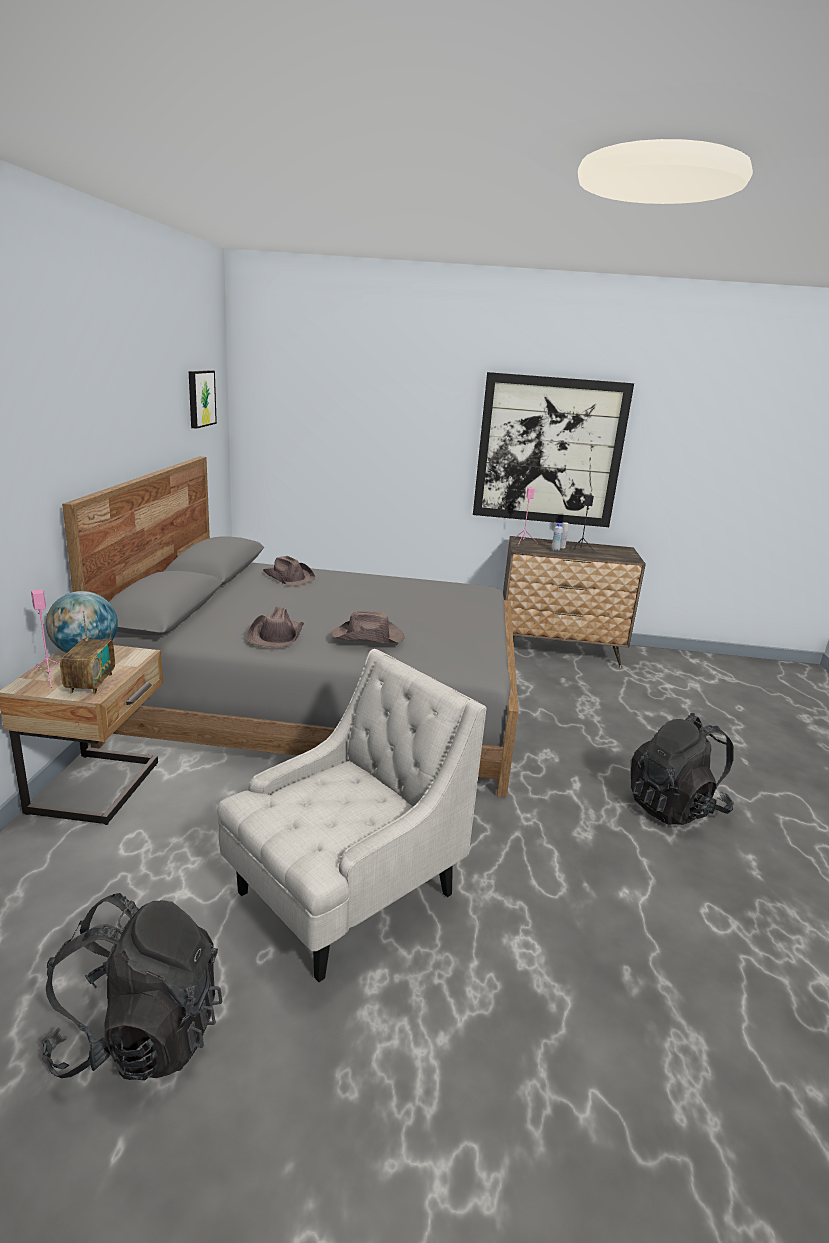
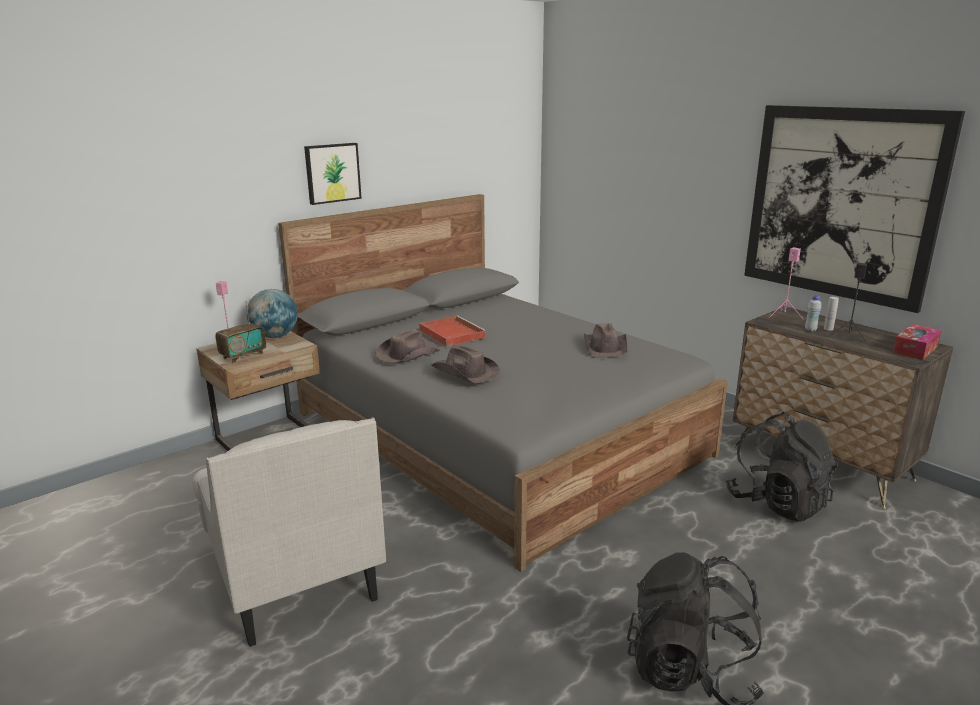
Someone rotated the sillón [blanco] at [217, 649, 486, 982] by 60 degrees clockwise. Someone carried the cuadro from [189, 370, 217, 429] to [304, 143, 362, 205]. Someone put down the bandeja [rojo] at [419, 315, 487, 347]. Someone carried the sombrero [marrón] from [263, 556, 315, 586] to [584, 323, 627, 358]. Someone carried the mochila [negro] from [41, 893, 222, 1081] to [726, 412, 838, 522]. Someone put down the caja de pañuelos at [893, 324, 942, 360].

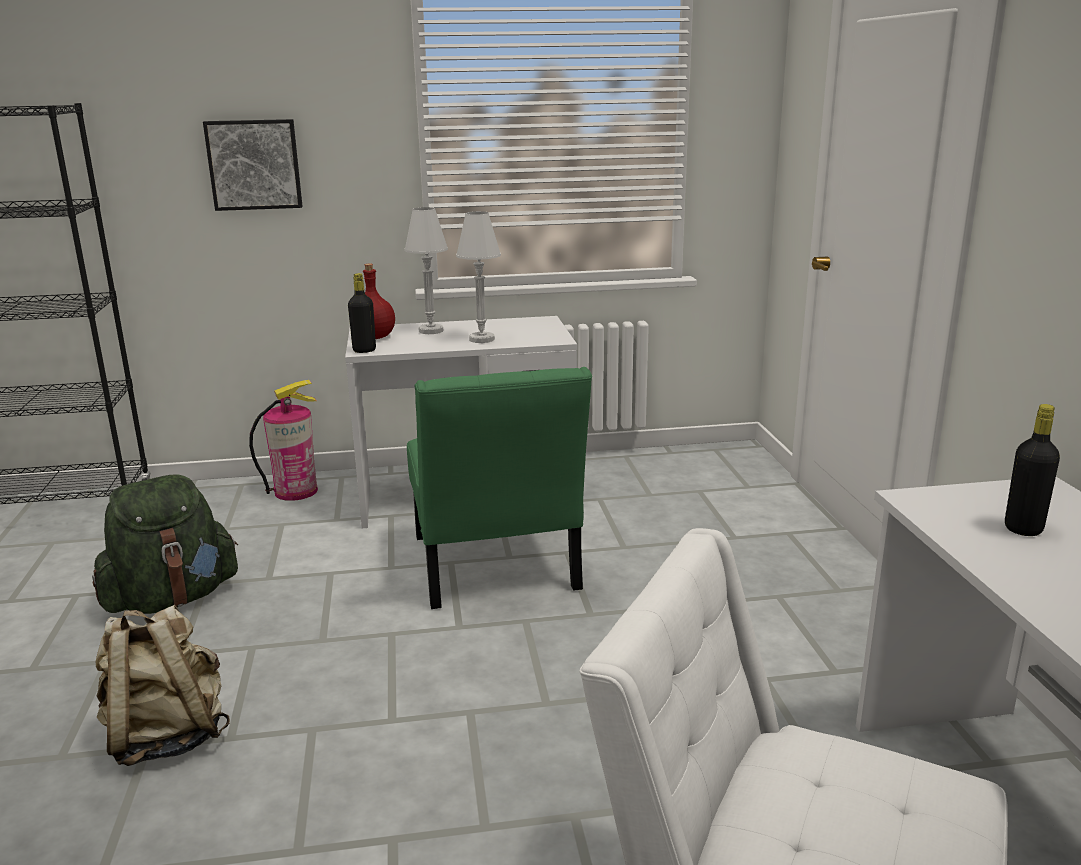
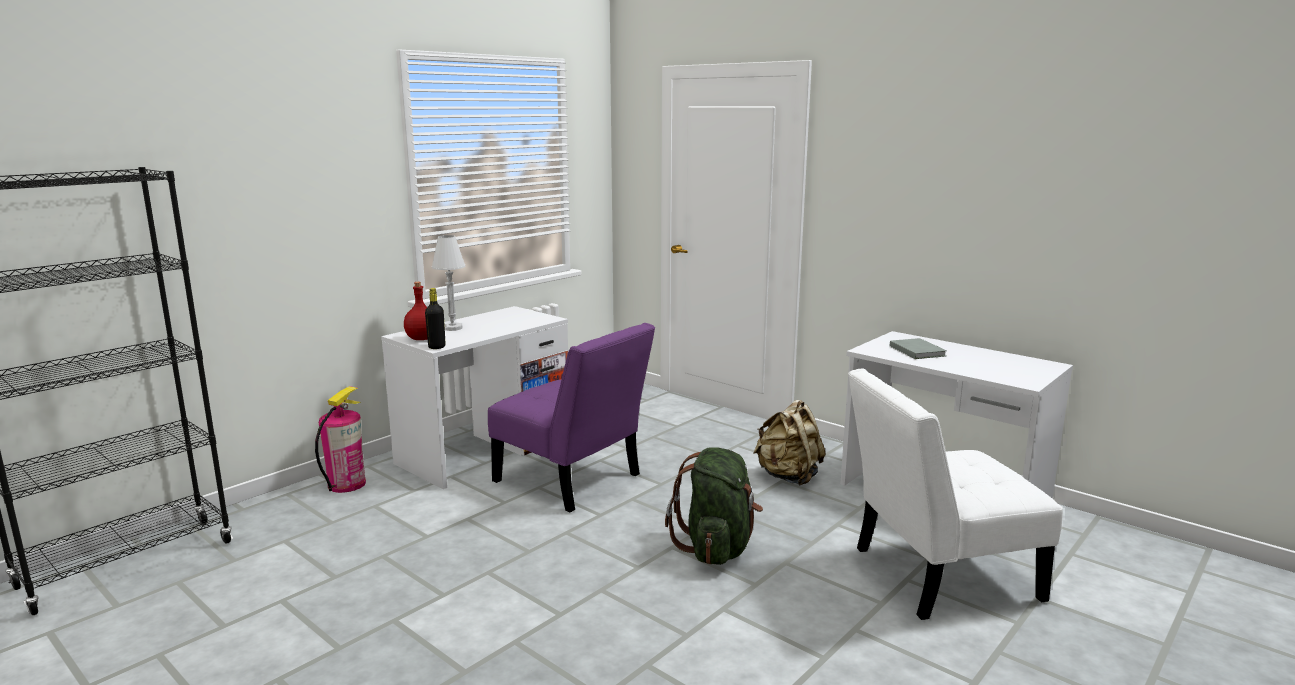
Someone repainted the silla [verde] at [407, 367, 592, 609], which became the silla [morado] at [488, 323, 655, 512]. Someone carried the mochila [verde] from [92, 474, 238, 614] to [665, 447, 763, 565]. Someone carried the mochila [beis] from [96, 605, 230, 766] to [753, 400, 826, 486]. Someone swapped the botella [negro] at [1005, 404, 1060, 536] for the libro [gris] at [890, 338, 947, 359]. Someone took away the cuadro at [203, 119, 303, 211]. Someone took away the lámpara de mesa [blanco] at [456, 211, 501, 343].

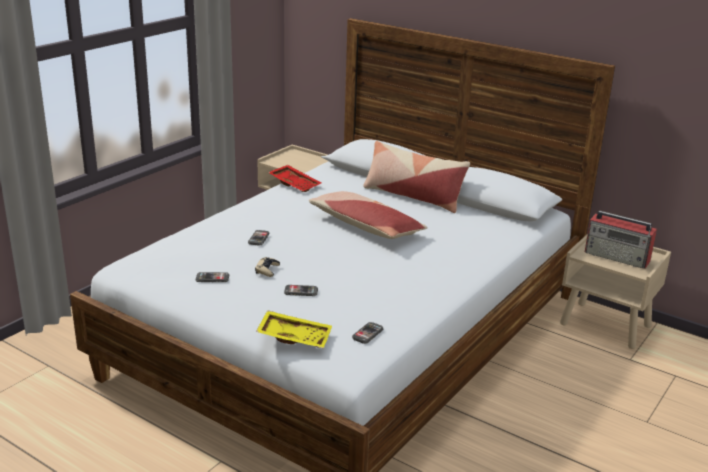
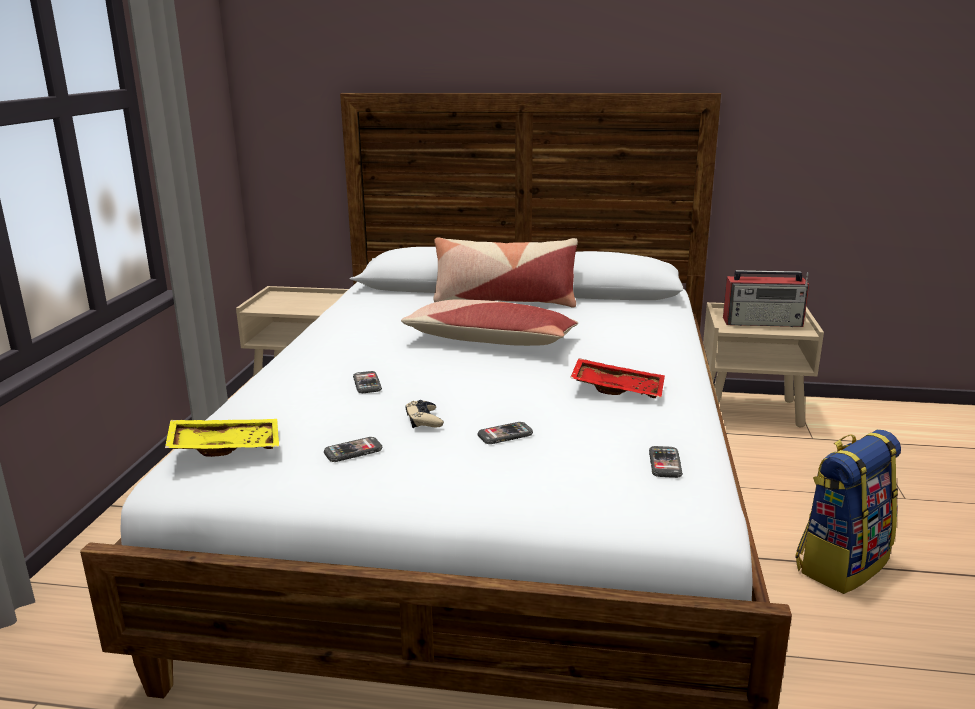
Someone carried the bandeja [amarillo] from [256, 310, 332, 349] to [165, 419, 279, 457]. Someone carried the bandeja [rojo] from [268, 165, 322, 192] to [570, 358, 665, 398]. Someone put down the mochila at [795, 430, 901, 594].

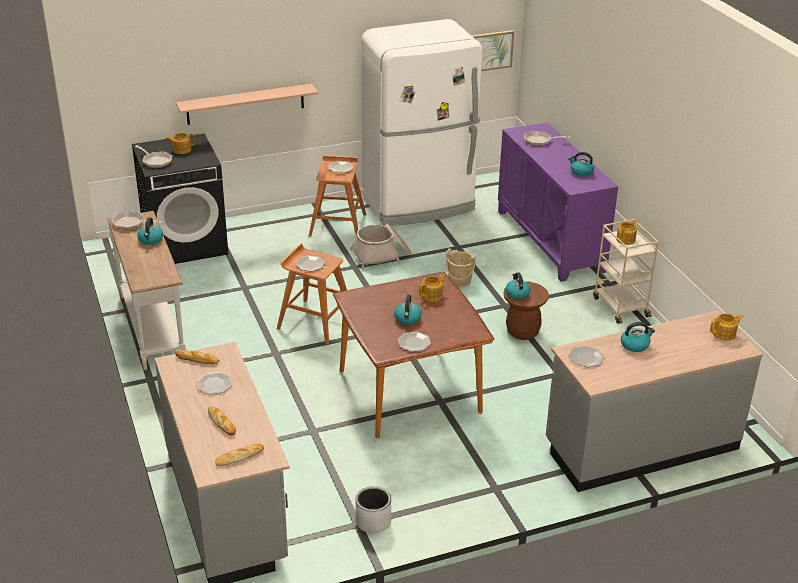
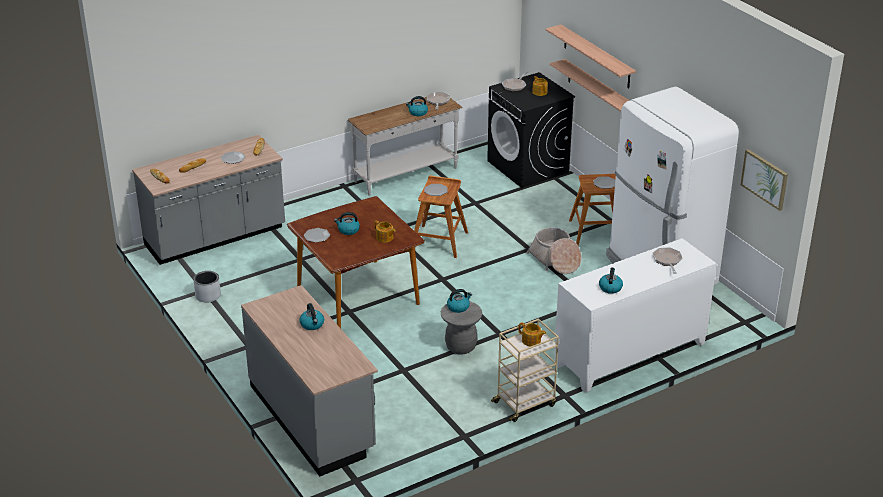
Someone repainted the taburete [marrón] at [503, 281, 549, 340], which became the taburete [gris] at [441, 301, 482, 355]. Someone put up the estante at [545, 25, 636, 89]. Someone repainted the armario [morado] at [498, 122, 618, 282], which became the armario [blanco] at [554, 238, 717, 393]. Someone took away the cubo [beis] at [446, 248, 476, 287]. Someone took away the plato at [569, 346, 604, 368]. Someone took away the tetera at [710, 313, 743, 341].

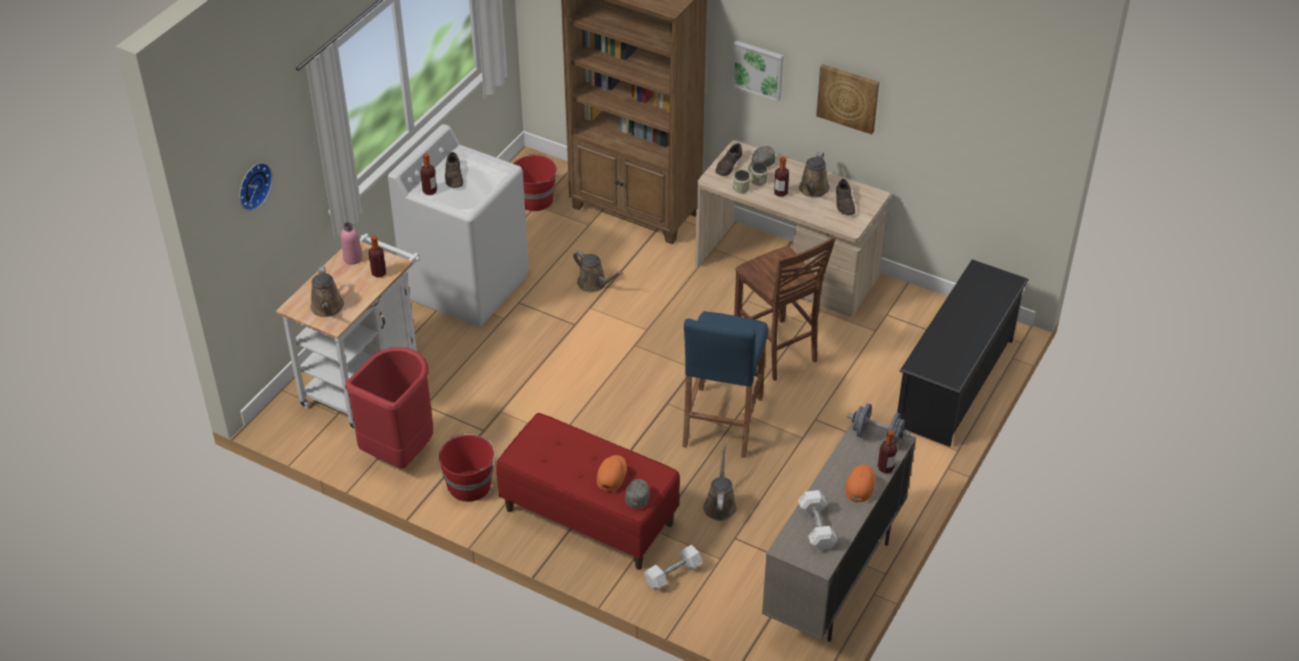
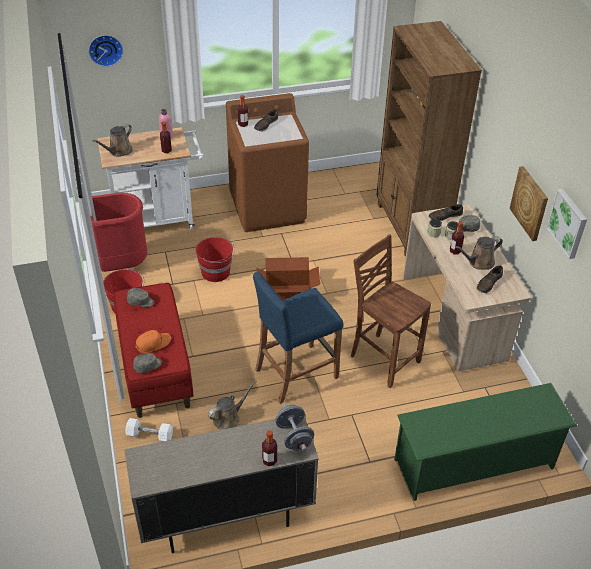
Someone put down the gorra [gris] at [127, 288, 155, 307]. Someone carried the cubo [rojo] from [513, 154, 559, 211] to [195, 237, 235, 282]. Someone repainted the lavadora [blanco] at [388, 124, 529, 327], which became the lavadora [marrón] at [226, 93, 309, 232]. Someone put down the caja de cartón at [256, 257, 320, 300]. Someone rotated the silla [marrón] at [734, 235, 836, 381] by 120 degrees clockwise. Someone repainted the zapatero [negro] at [897, 259, 1029, 447], which became the zapatero [verde] at [394, 383, 577, 501]. Someone carried the cuadro from [732, 40, 784, 102] to [546, 188, 587, 259]. Someone took away the regadera [marrón] at [573, 251, 623, 292]. Someone took away the mancuerna [blanco] at [798, 490, 838, 551]. Someone took away the gorra [naranja] at [845, 464, 876, 502].

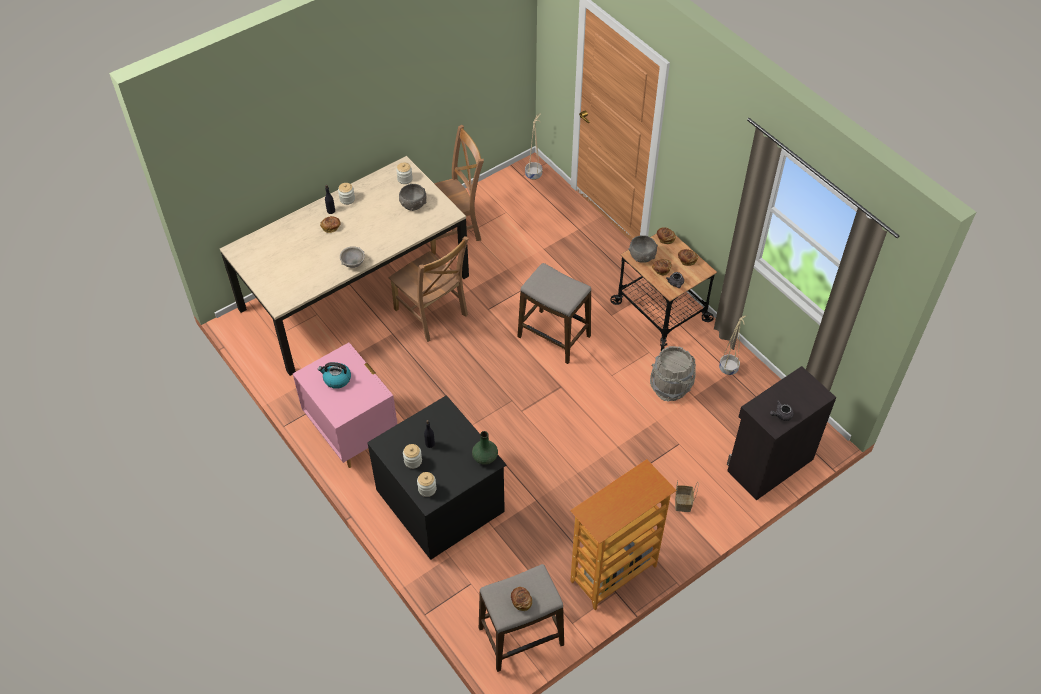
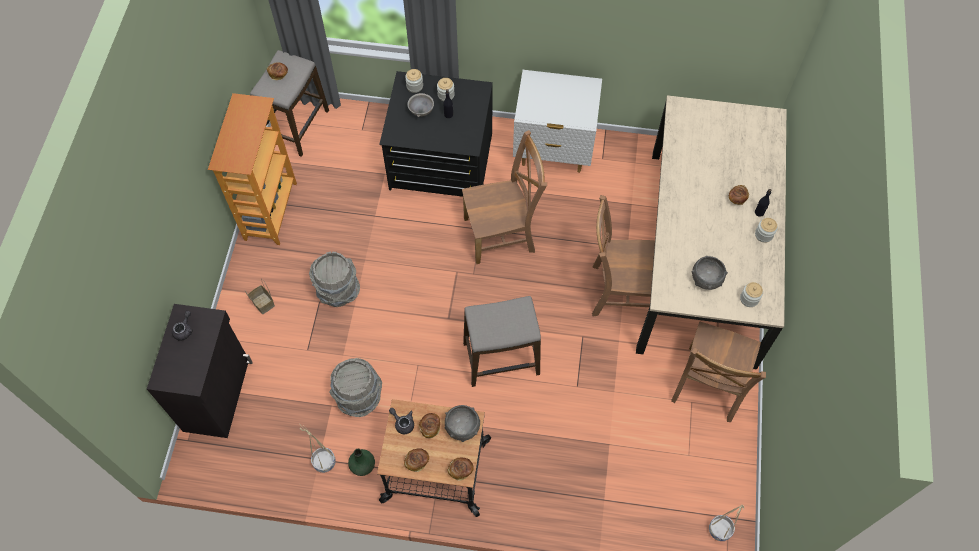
Someone put down the cubo [gris] at [309, 252, 360, 307]. Someone carried the florero [verde] from [472, 431, 498, 465] to [348, 449, 375, 476]. Someone carried the cuenco [gris] from [340, 246, 365, 268] to [407, 93, 434, 117]. Someone put down the silla [marrón] at [462, 130, 547, 264]. Someone repainted the mesita de noche [rosa] at [293, 343, 397, 468], which became the mesita de noche [blanco] at [513, 70, 602, 173]. Someone took away the hervidor at [318, 362, 351, 389].

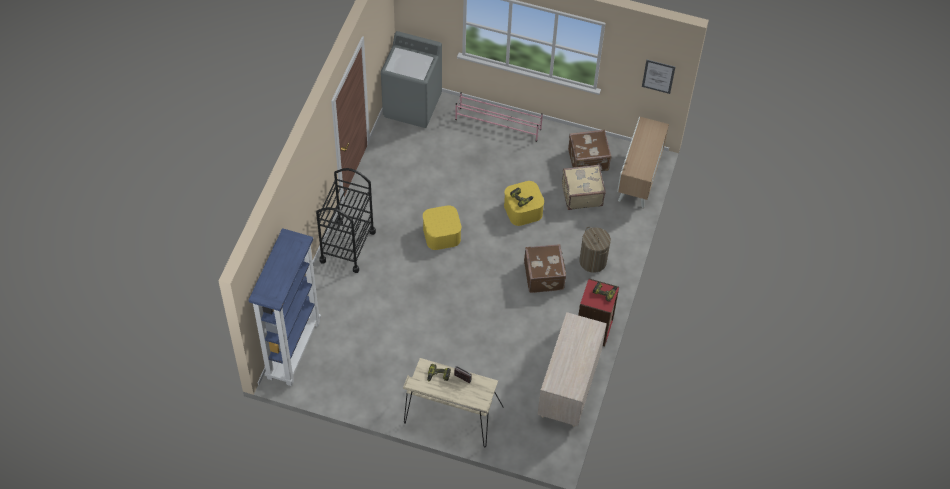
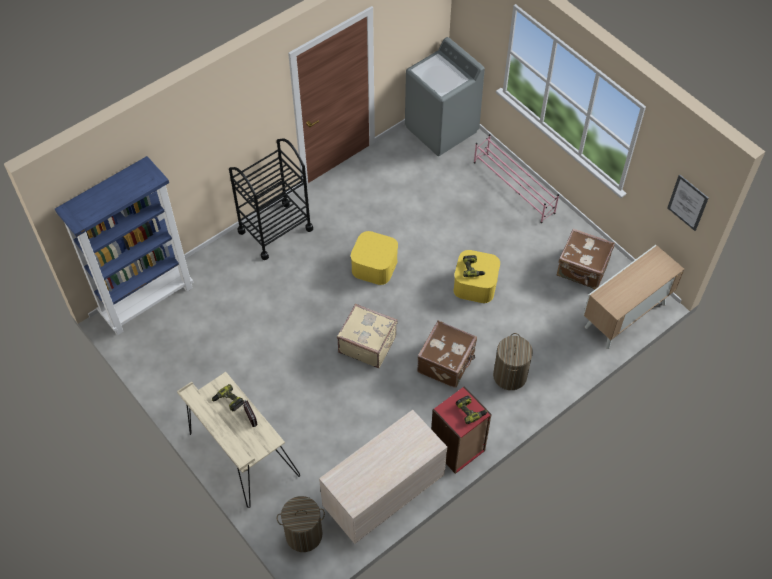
Someone put down the cesto de la ropa at [277, 496, 325, 552]. Someone carried the maleta [beis] from [562, 164, 606, 210] to [337, 304, 398, 368].

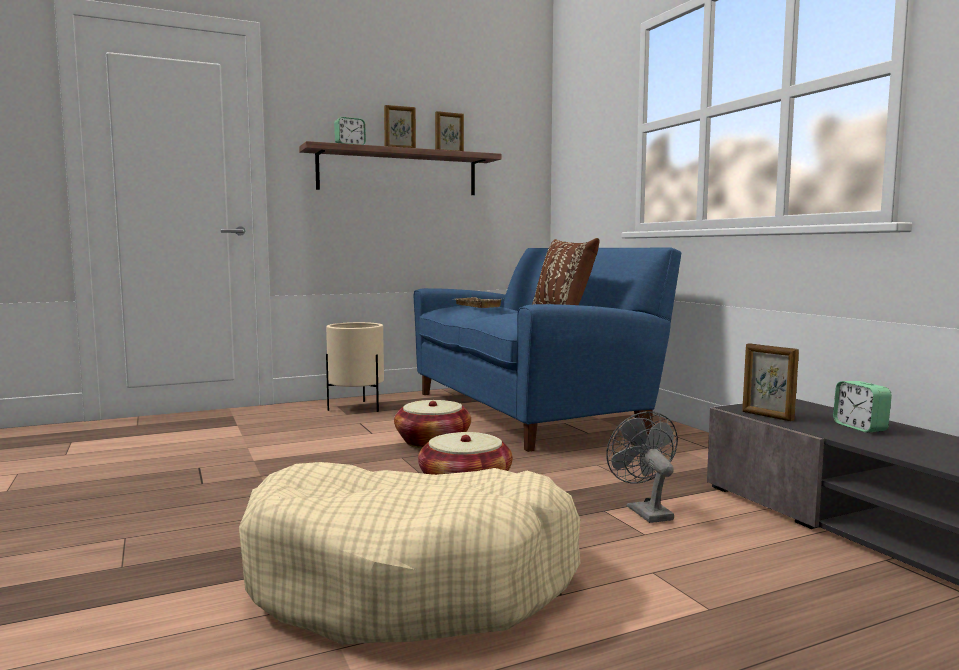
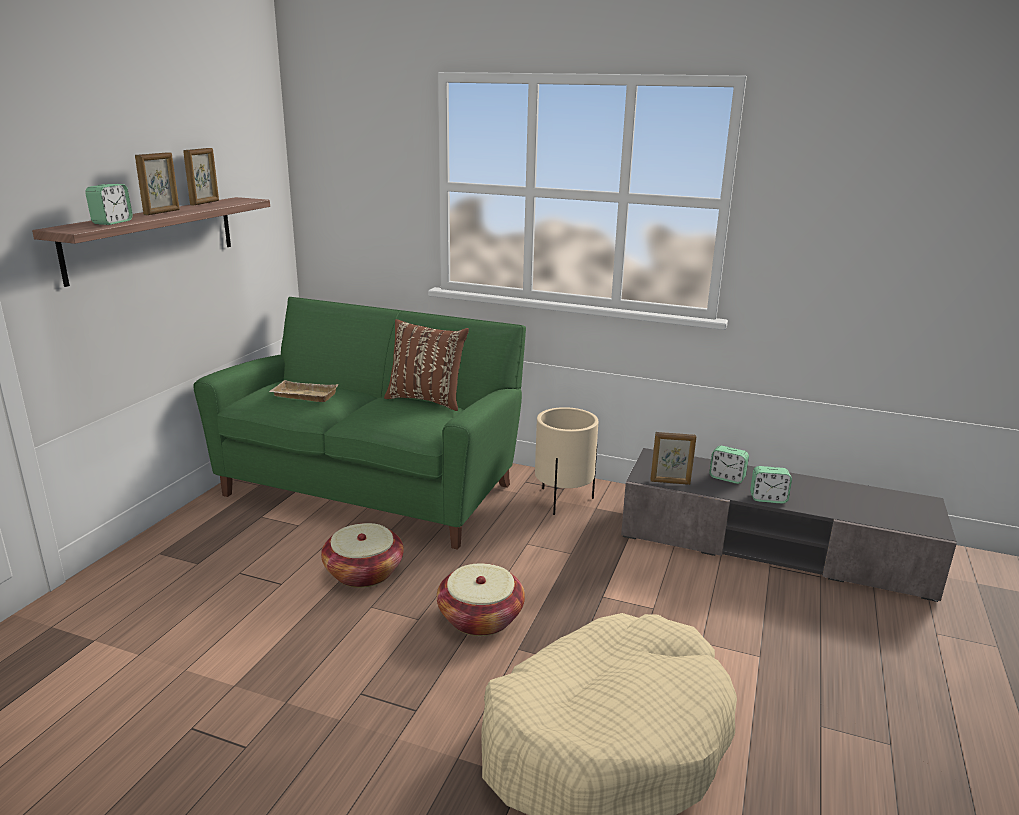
Someone repainted the sofá [azul] at [414, 248, 681, 452], which became the sofá [verde] at [193, 297, 526, 550]. Someone carried the maceta [beis] from [326, 322, 384, 412] to [535, 407, 599, 515]. Someone put down the despertador at [750, 466, 792, 504]. Someone took away the ventilador [gris] at [606, 411, 678, 523].

